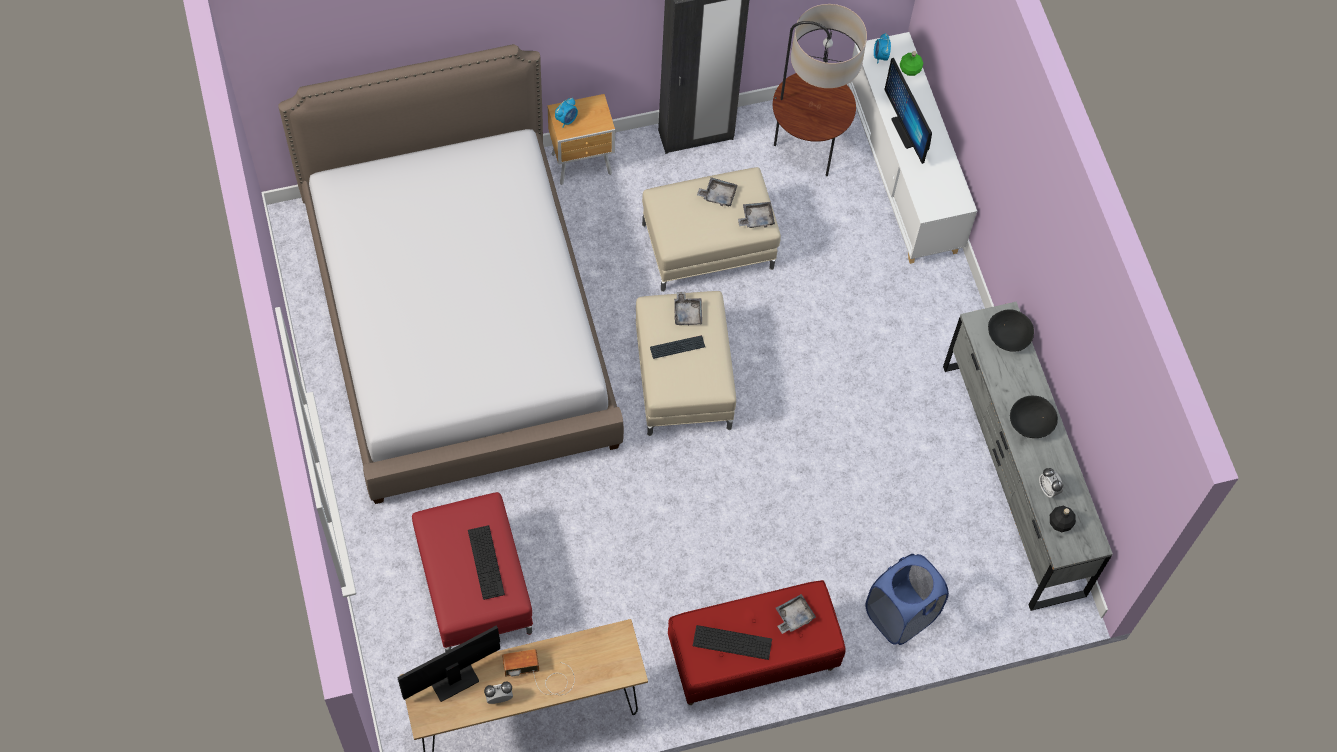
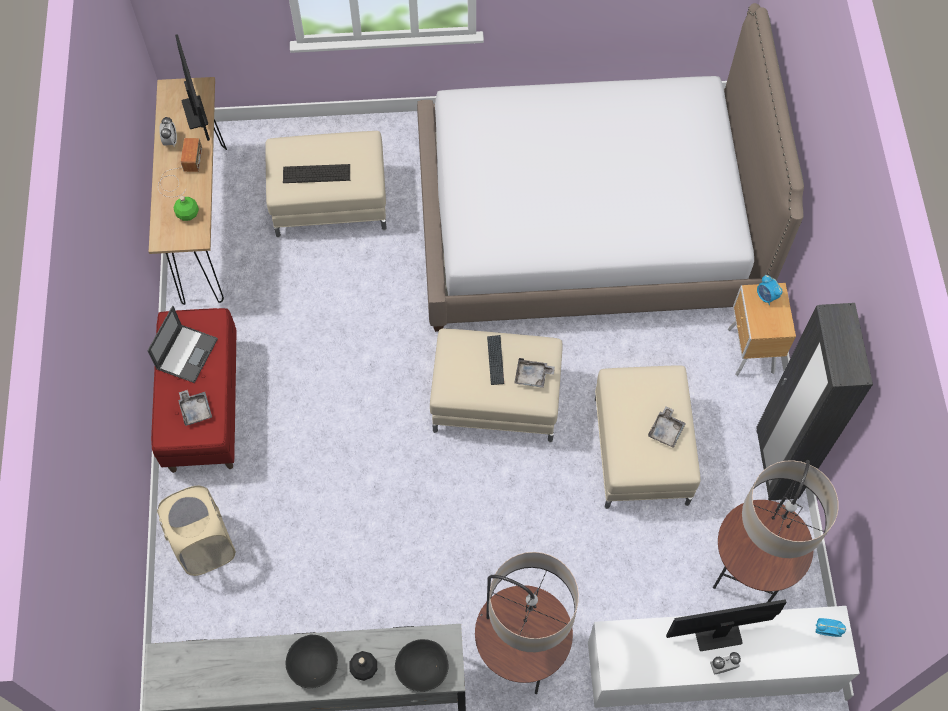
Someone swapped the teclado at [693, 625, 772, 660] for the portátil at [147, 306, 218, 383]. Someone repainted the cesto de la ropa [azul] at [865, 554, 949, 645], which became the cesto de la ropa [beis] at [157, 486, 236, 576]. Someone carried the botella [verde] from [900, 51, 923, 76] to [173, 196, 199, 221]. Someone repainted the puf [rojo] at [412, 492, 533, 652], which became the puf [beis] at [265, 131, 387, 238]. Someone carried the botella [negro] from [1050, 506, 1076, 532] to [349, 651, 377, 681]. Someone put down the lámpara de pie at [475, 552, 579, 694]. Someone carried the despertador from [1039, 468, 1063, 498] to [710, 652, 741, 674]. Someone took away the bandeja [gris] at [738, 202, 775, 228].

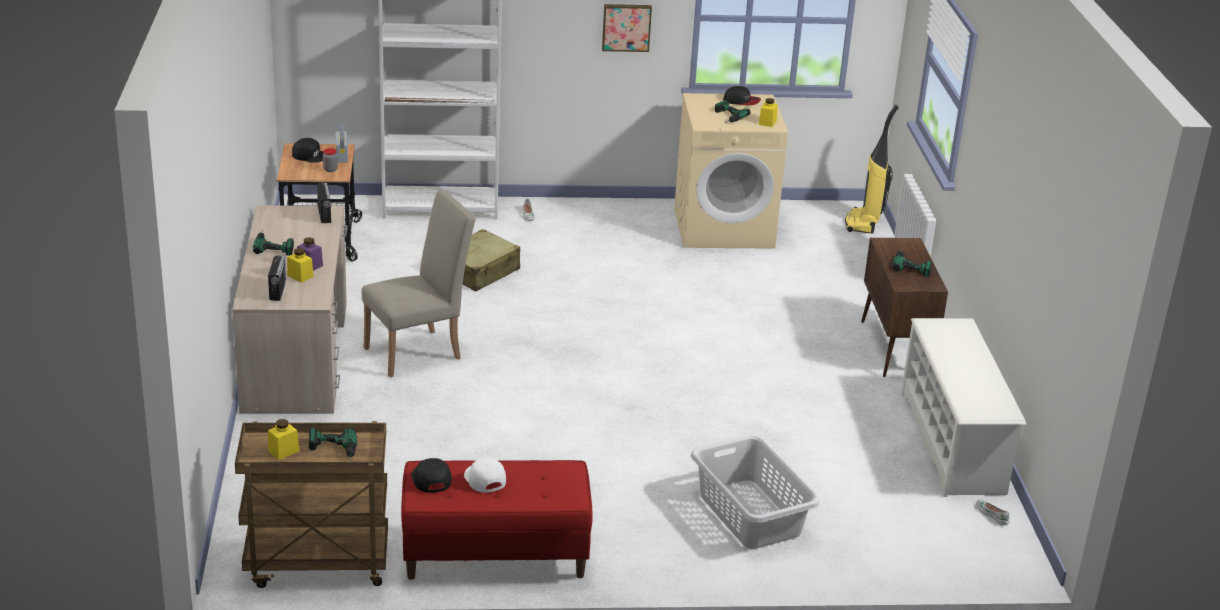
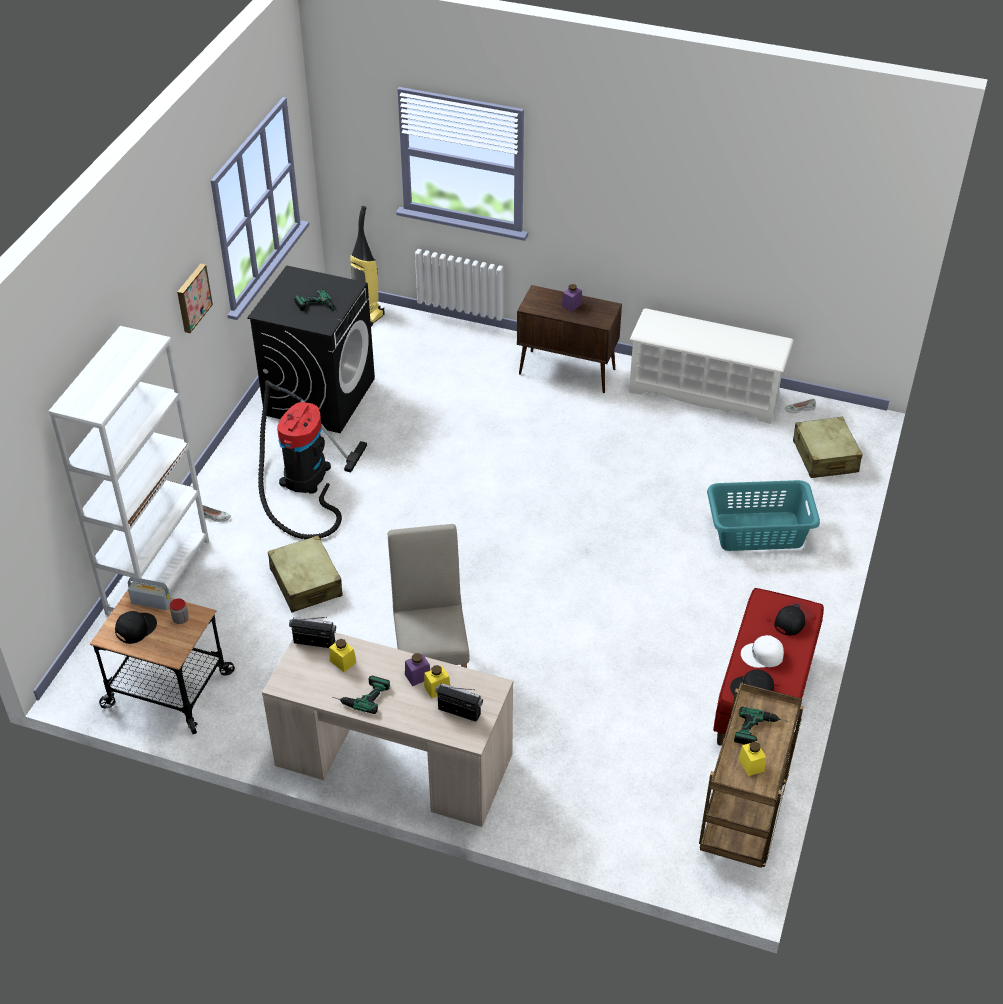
Someone repainted the lavadora [beis] at [674, 93, 788, 249], which became the lavadora [negro] at [247, 265, 375, 433]. Someone put down the aspiradora at [258, 380, 367, 539]. Someone carried the tarro [amarillo] from [759, 98, 778, 127] to [329, 639, 356, 672]. Someone swapped the taladro at [893, 250, 932, 277] for the tarro [morado] at [562, 284, 582, 311]. Someone repainted the cesto de la ropa [gris] at [690, 434, 820, 549], which became the cesto de la ropa [turquesa] at [707, 480, 820, 551]. Someone carried the gorra from [723, 86, 761, 105] to [774, 602, 813, 636]. Someone put down the maleta [beis] at [793, 417, 863, 478].

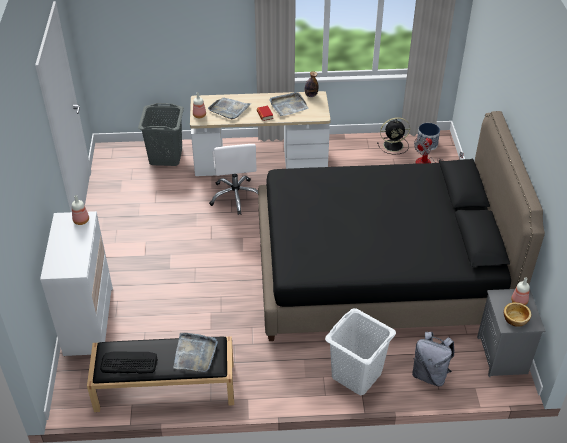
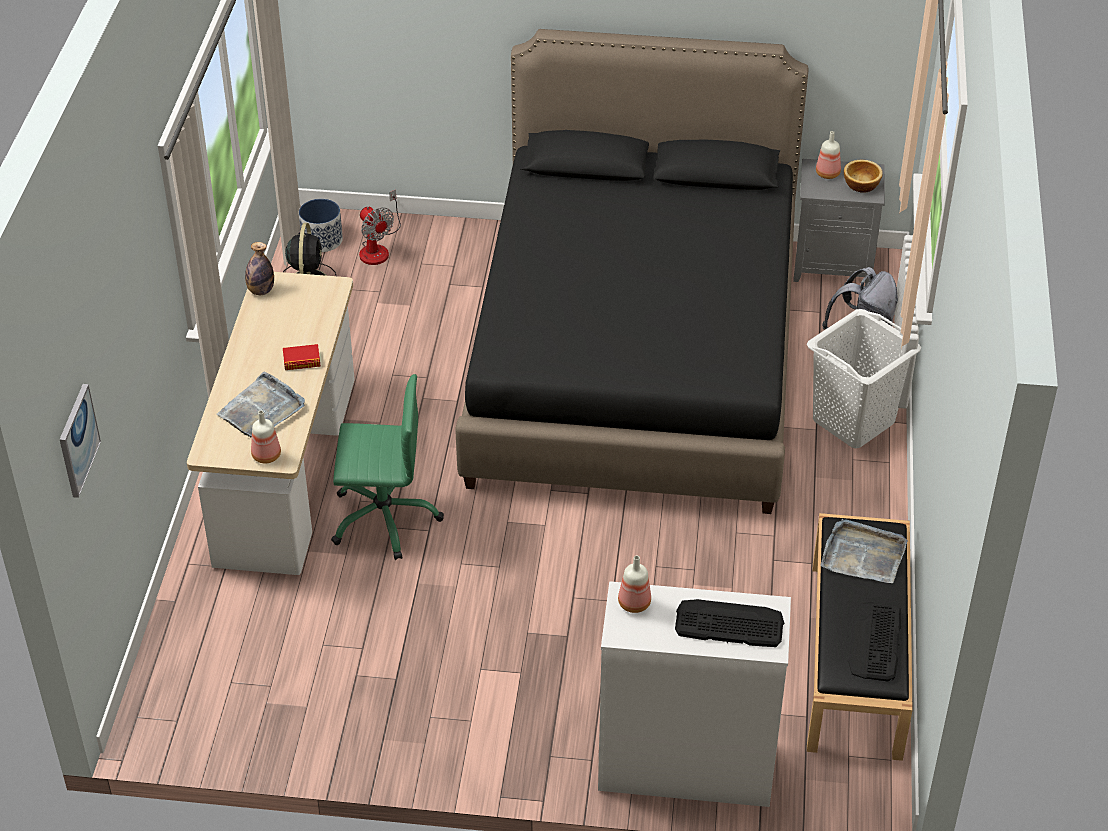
Someone put up the cuadro at [60, 384, 101, 498]. Someone repainted the silla de oficina [blanco] at [209, 144, 258, 215], which became the silla de oficina [verde] at [331, 374, 444, 560]. Someone put down the teclado at [675, 599, 784, 647]. Someone took away the cesto de la ropa [gris] at [138, 103, 184, 166]. Someone took away the bandeja [gris] at [270, 92, 309, 116].

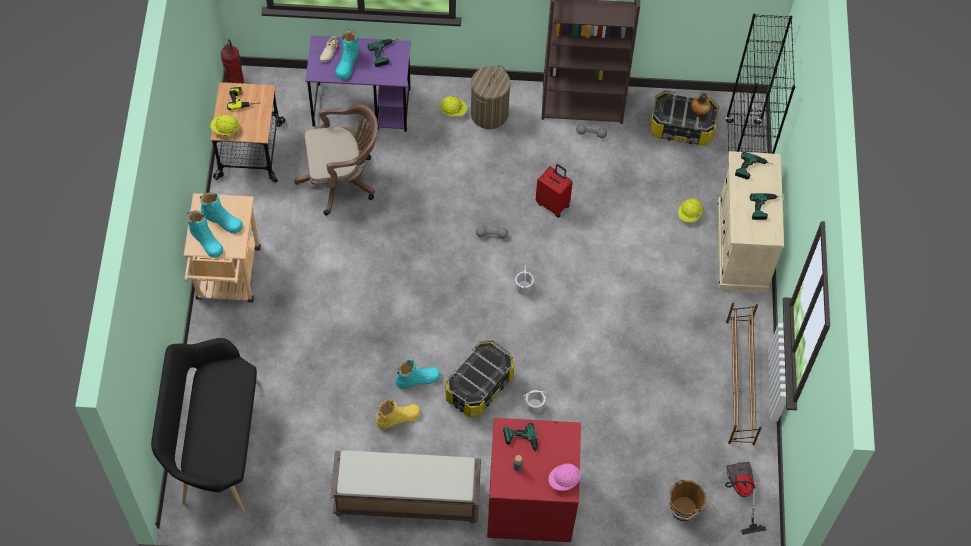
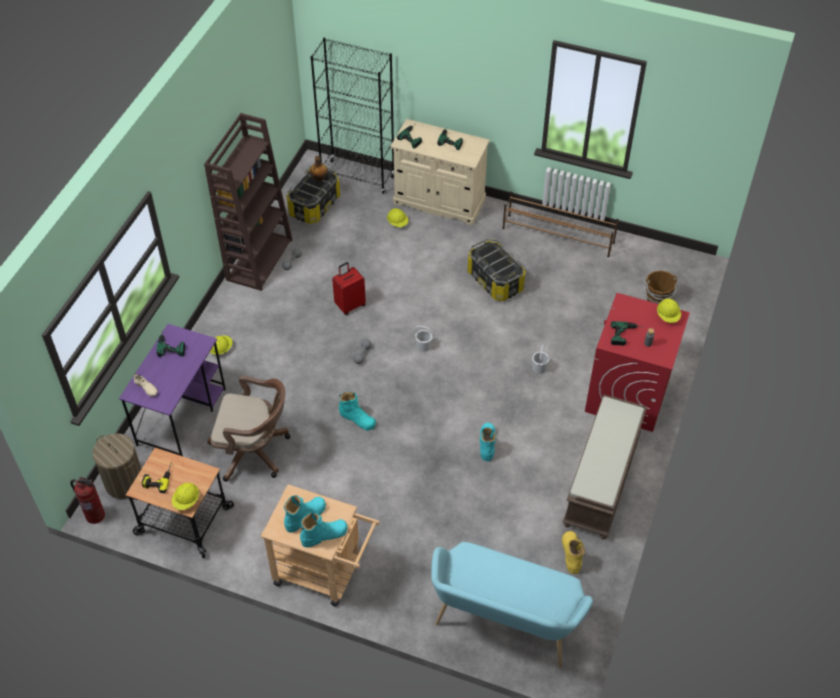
Someone carried the cesto de la ropa from [471, 65, 511, 129] to [92, 433, 142, 499]. Someone rotated the silla de oficina [marrón] at [294, 104, 378, 215] by 90 degrees clockwise. Someone carried the bota [turquesa] from [335, 29, 359, 80] to [339, 392, 376, 431]. Someone repainted the banco [negro] at [151, 338, 261, 513], which became the banco [turquesa] at [431, 541, 593, 668]. Someone carried the caja de almacenaje from [445, 340, 514, 418] to [468, 238, 526, 301]. Someone carried the bota [amarillo] from [376, 400, 420, 430] to [562, 531, 585, 574]. Someone repainted the casco [rosa] at [548, 464, 581, 491], which became the casco [amarillo] at [657, 299, 681, 323]. Someone took away the aspiradora at [725, 462, 766, 535].

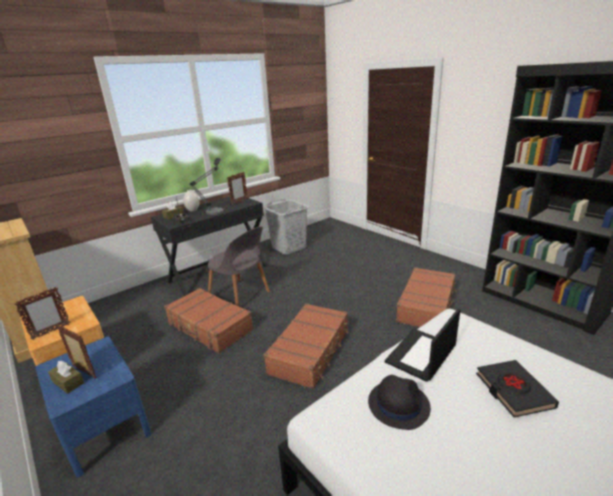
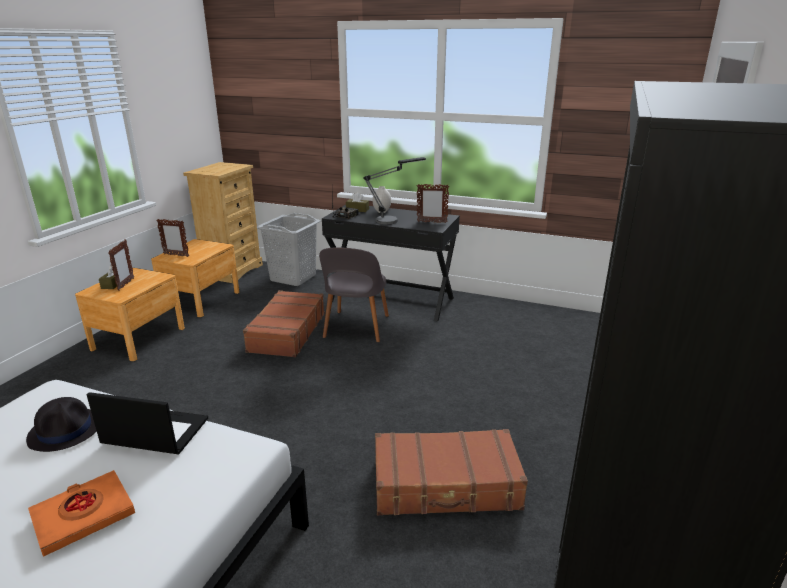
Someone repainted the libro [negro] at [476, 360, 559, 417], which became the libro [naranja] at [28, 470, 135, 557]. Someone repainted the mesita de noche [azul] at [35, 337, 151, 477], which became the mesita de noche [marrón] at [75, 268, 185, 361]. Someone carried the cesto de la ropa [gris] from [263, 199, 310, 255] to [256, 213, 320, 286]. Someone took away the maleta [marrón] at [264, 303, 349, 389].

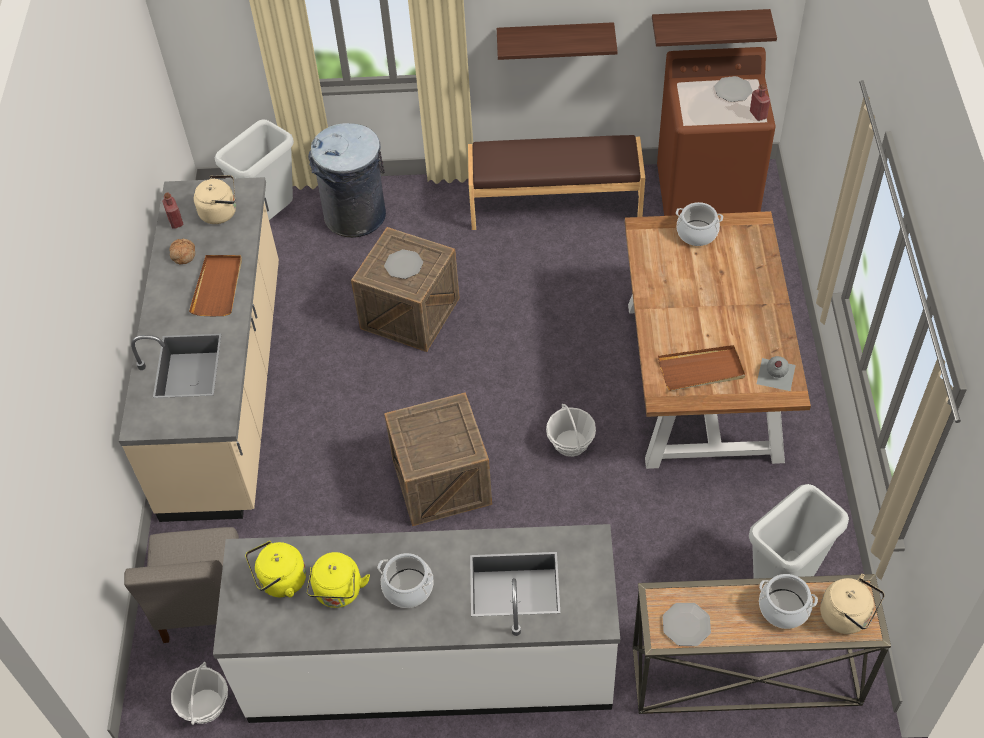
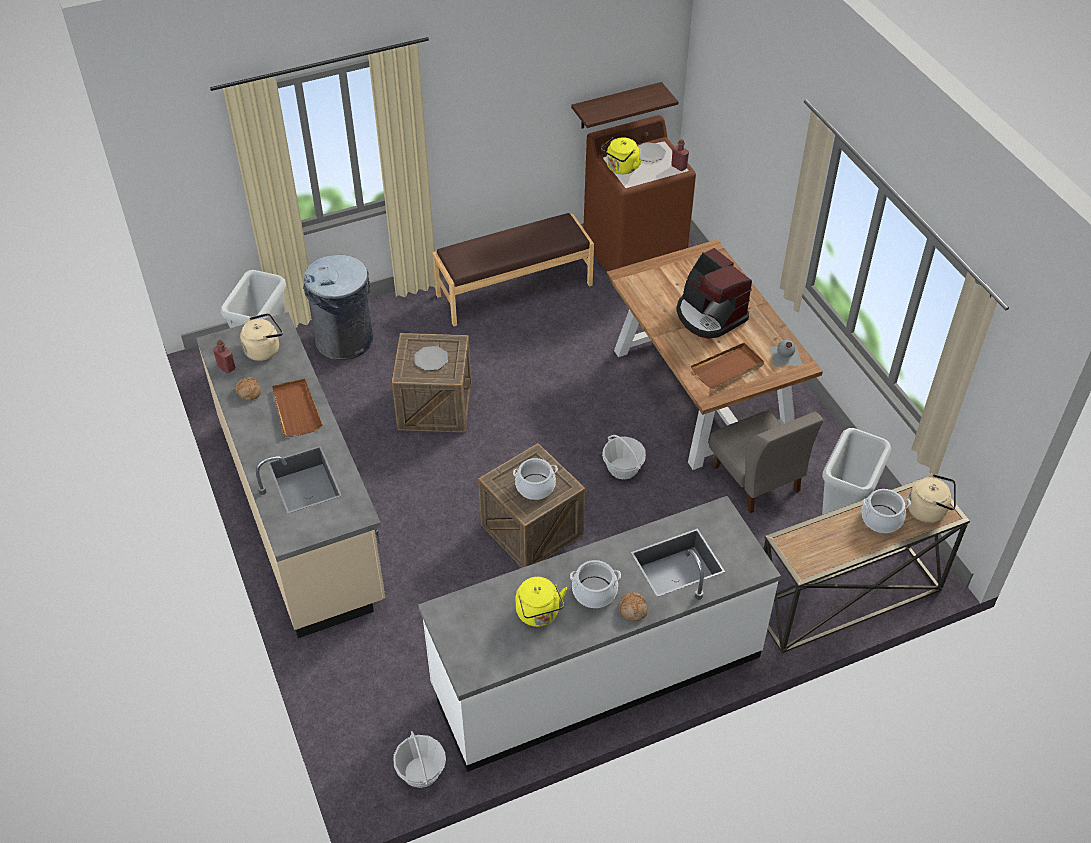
Someone carried the olla from [676, 202, 723, 246] to [513, 458, 558, 500]. Someone carried the hervidor [amarillo] from [245, 541, 306, 598] to [601, 137, 641, 174]. Someone put down the pan at [619, 592, 648, 621]. Someone put down the cafetera at [676, 248, 752, 339]. Someone carried the silla [gris] from [124, 527, 239, 643] to [709, 410, 823, 513]. Someone took away the estante at [497, 22, 618, 60]. Someone took away the plato at [663, 603, 711, 646].

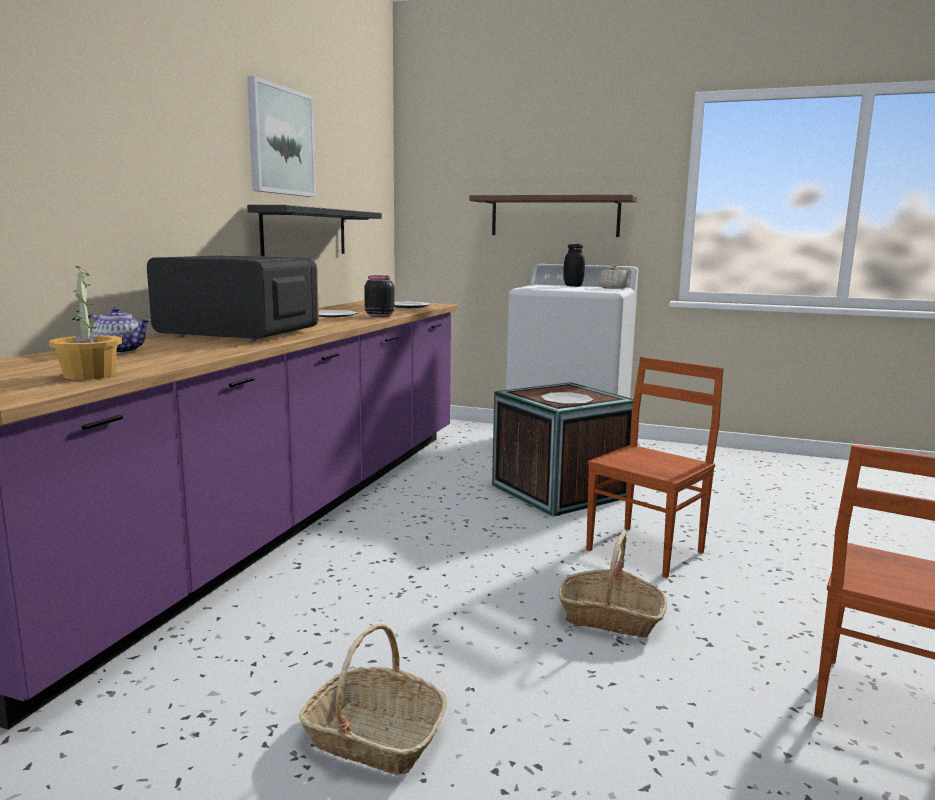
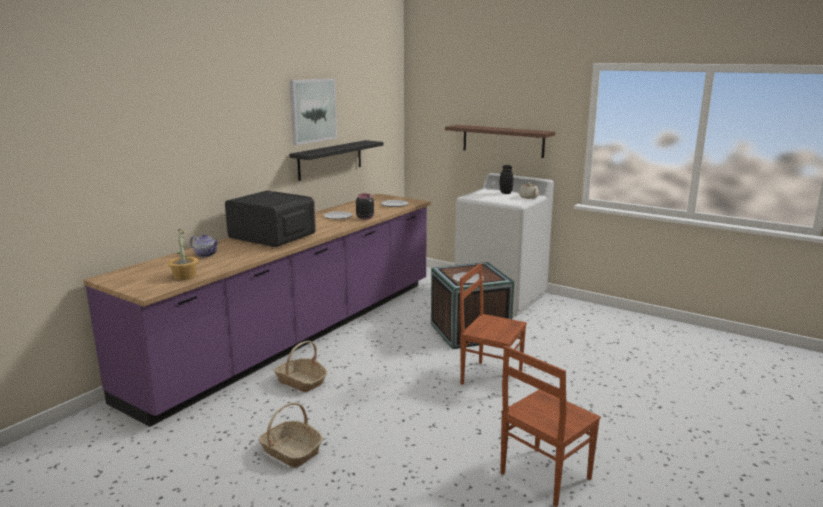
Someone carried the cesta from [558, 530, 667, 638] to [273, 341, 327, 392]. Someone rotated the silla [marrón] at [586, 357, 724, 578] by 120 degrees counterclockwise.

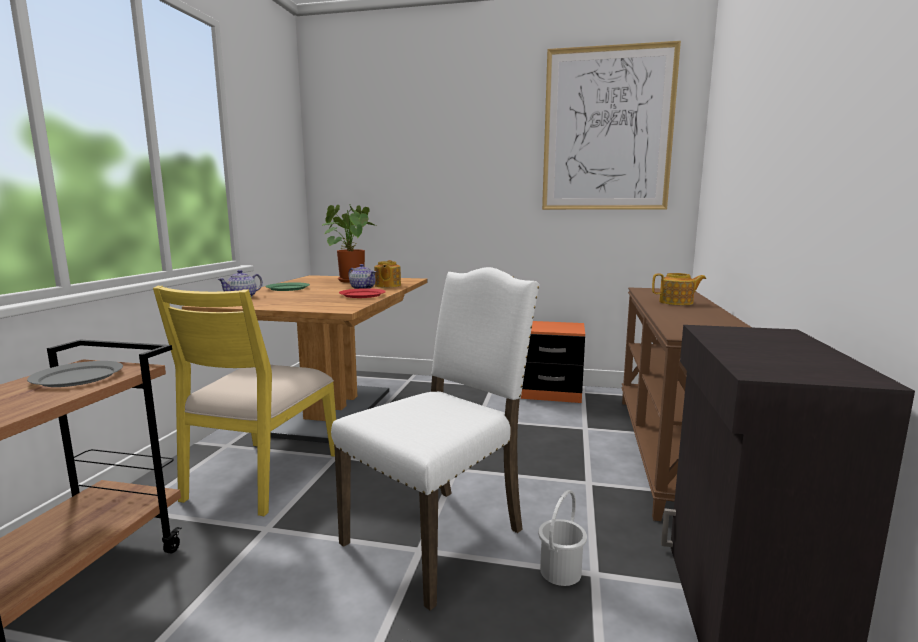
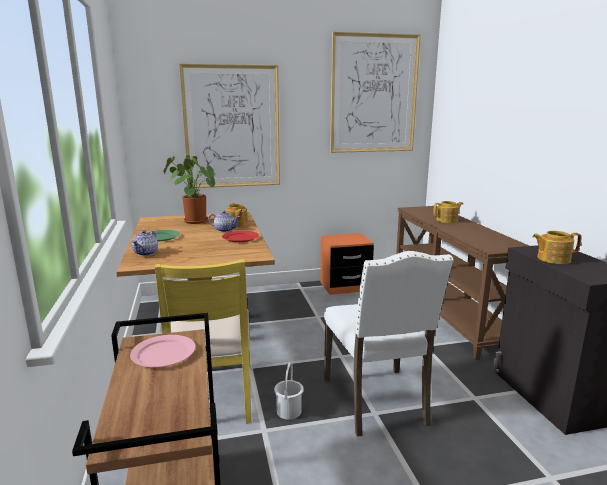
Someone repainted the plato [gris] at [27, 361, 123, 387], which became the plato [rosa] at [130, 335, 195, 367]. Someone put up the cuadro at [179, 64, 280, 188]. Someone carried the cubo [blanco] from [538, 490, 587, 586] to [274, 362, 304, 420]. Someone rotated the silla [blanco] at [331, 267, 540, 610] by 150 degrees clockwise. Someone put down the tetera at [532, 231, 582, 264].

